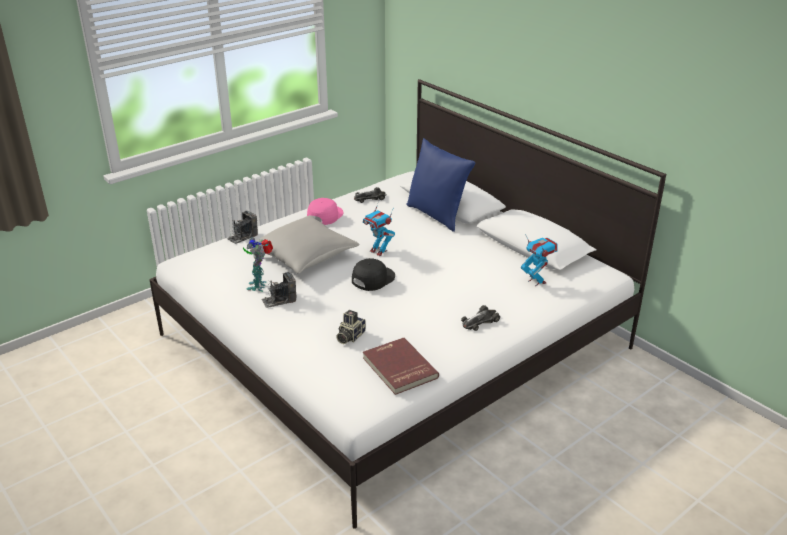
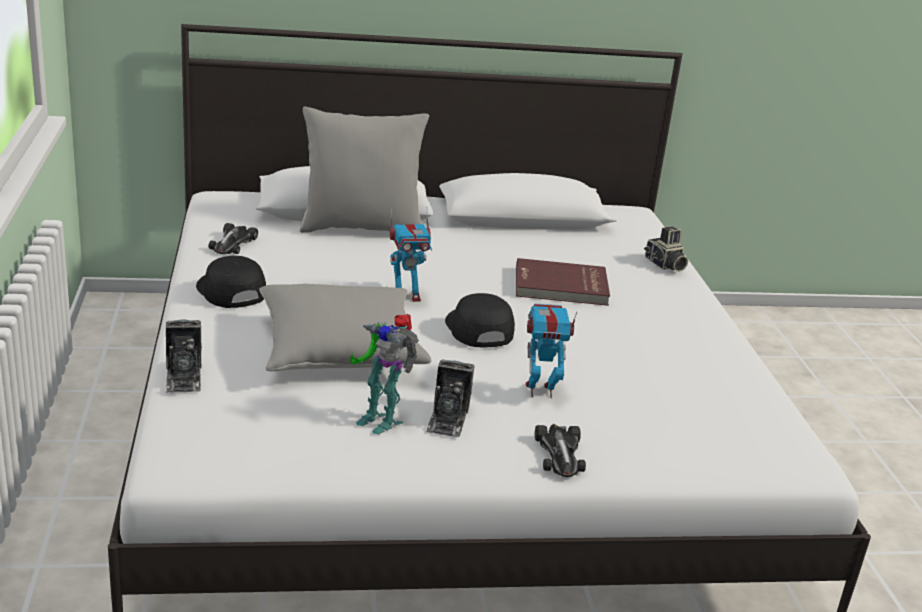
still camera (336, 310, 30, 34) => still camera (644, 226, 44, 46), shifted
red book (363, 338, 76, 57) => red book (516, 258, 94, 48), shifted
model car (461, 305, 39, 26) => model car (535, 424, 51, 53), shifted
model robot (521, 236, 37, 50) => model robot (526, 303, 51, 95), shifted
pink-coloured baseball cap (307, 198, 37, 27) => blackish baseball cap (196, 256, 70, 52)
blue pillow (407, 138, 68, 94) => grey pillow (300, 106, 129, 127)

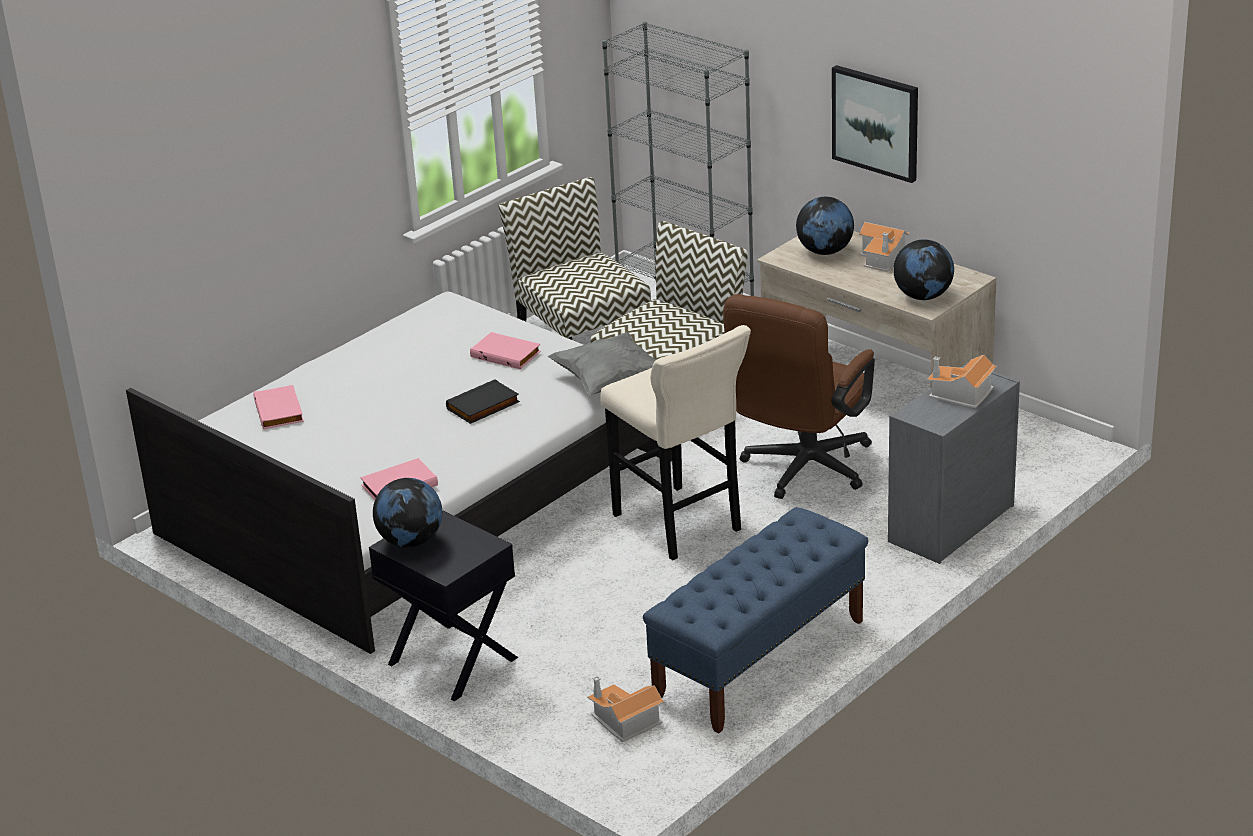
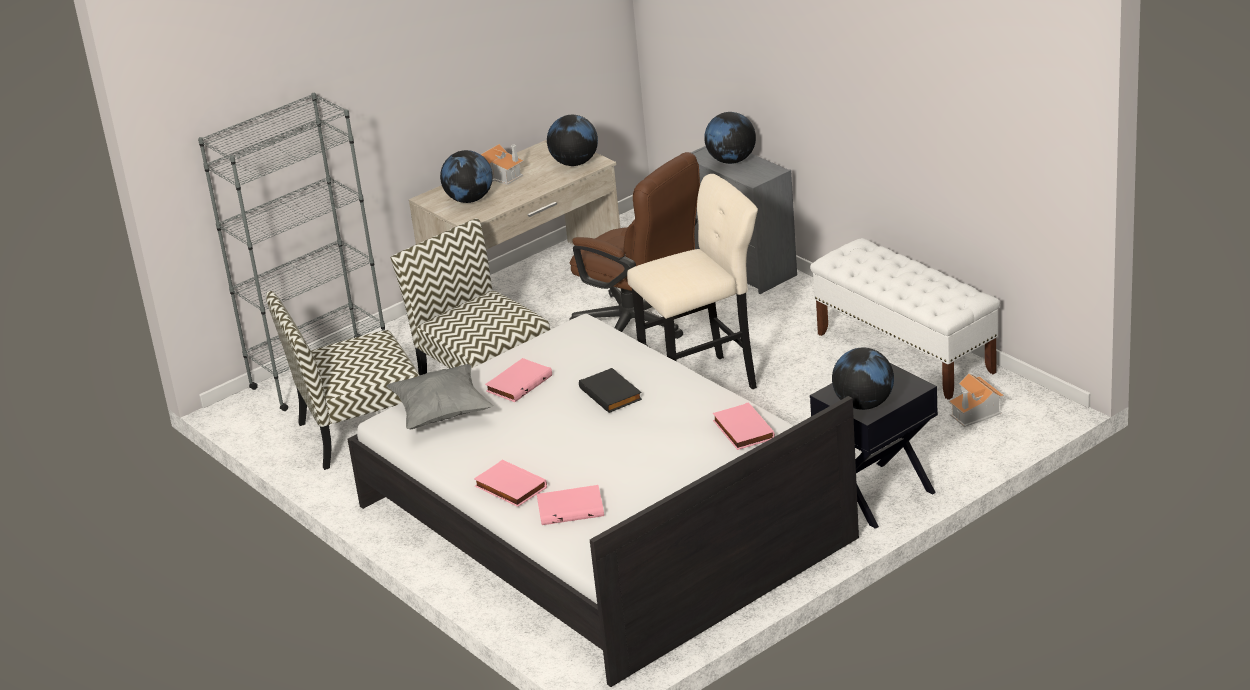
picture (832, 65, 86, 118) => nothing
nothing => pink-coloured book (474, 460, 73, 47)
grey pillow (548, 332, 108, 63) => grey pillow (386, 364, 107, 65), shifted
toy house (927, 355, 70, 53) => globe (704, 112, 52, 52)
blue indoor bench (643, 507, 225, 227) => white-coloured indoor bench (810, 238, 190, 162)

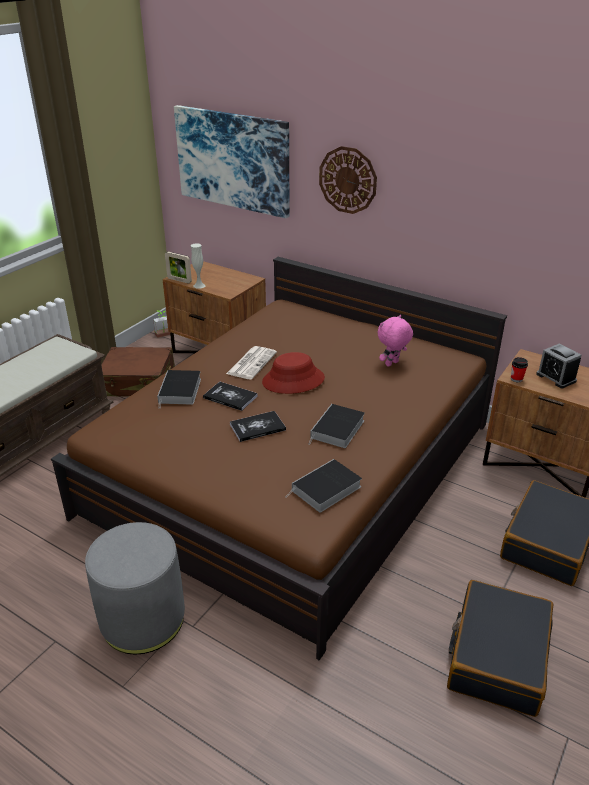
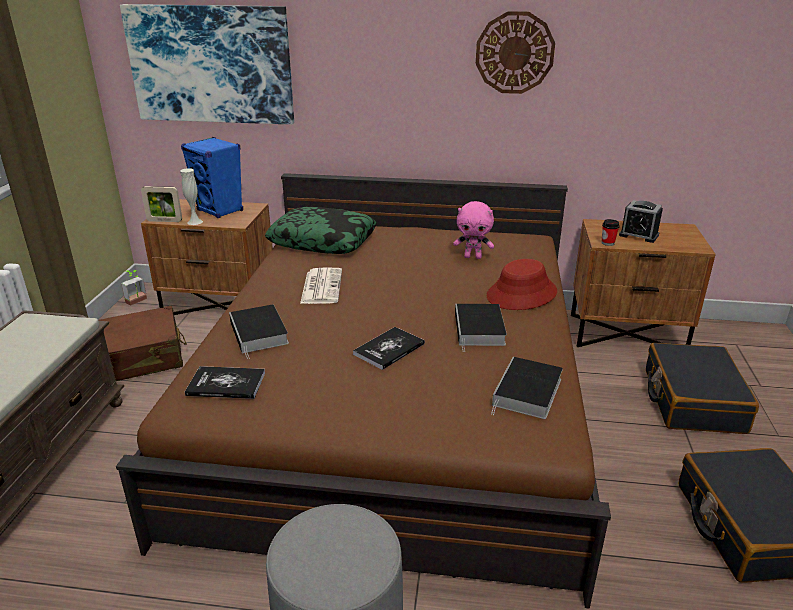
nothing => blue audio speaker (181, 137, 62, 81)
nothing => pillow (265, 207, 112, 47)
book (203, 382, 55, 29) => book (185, 366, 80, 33), shifted
red clothing hat (262, 352, 63, 42) => red clothing hat (487, 259, 70, 51), shifted
clock on the wall (319, 146, 58, 68) => clock on the wall (476, 11, 79, 83), shifted
pink-coloured soft toy (378, 315, 35, 52) => pink-coloured soft toy (453, 201, 41, 58), 105 degrees counterclockwise

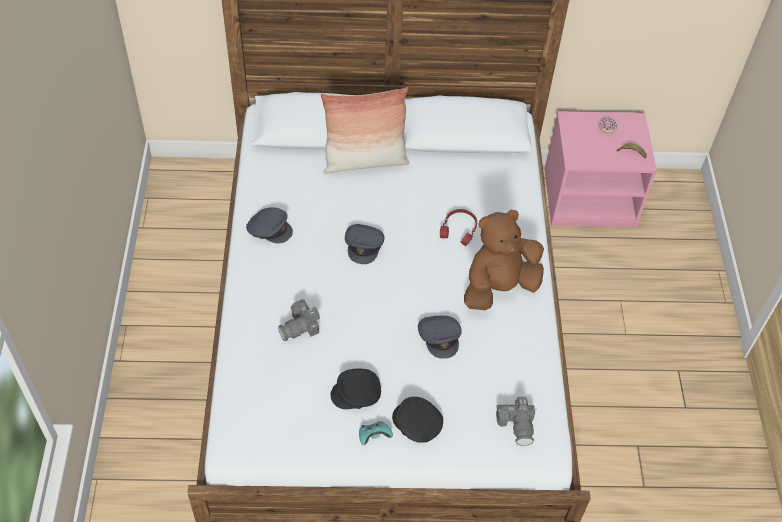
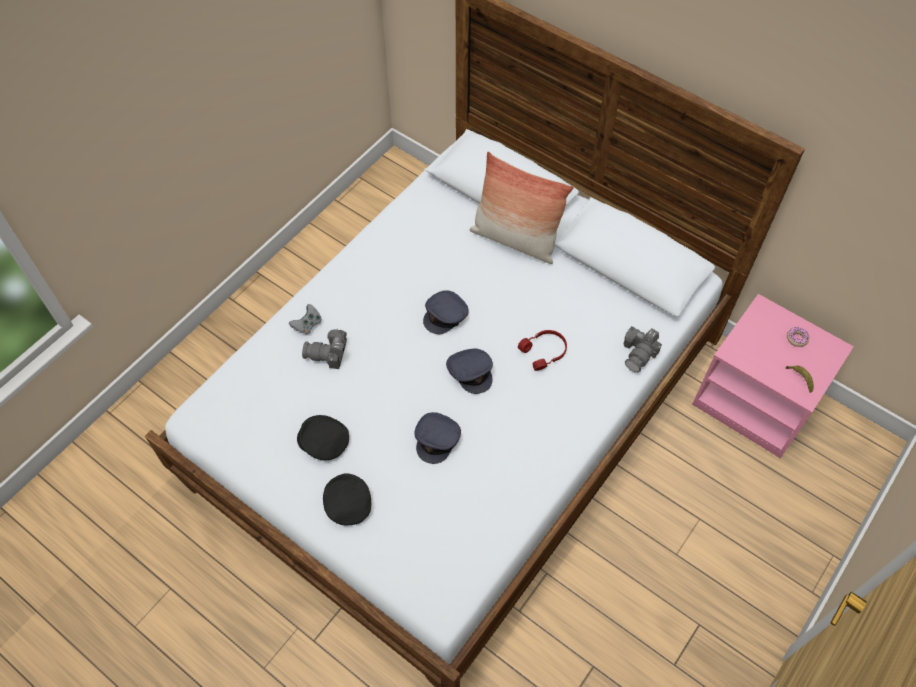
turquoise joypad (359, 421, 34, 24) => nothing
brown-coloured soft toy (464, 210, 80, 100) => nothing
nothing => grey joypad (289, 304, 33, 30)
grey baseball cap (246, 207, 47, 36) => grey baseball cap (446, 348, 47, 46), shifted
still camera (496, 397, 40, 49) => still camera (624, 326, 38, 46), shifted

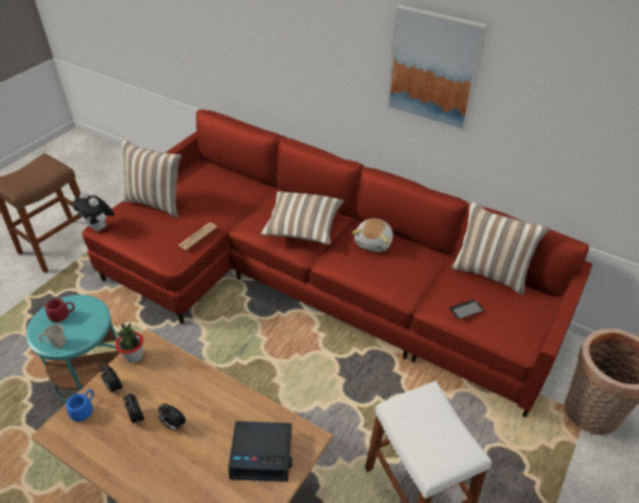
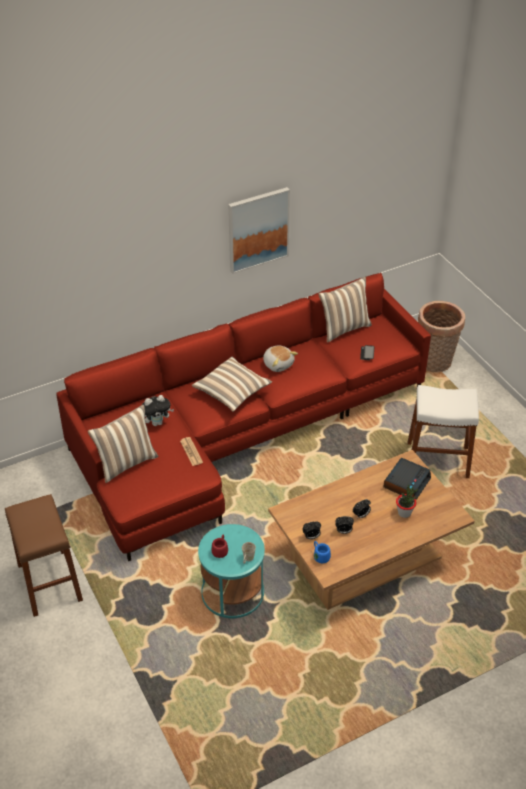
soft toy (73, 191, 41, 40) => soft toy (142, 395, 32, 31), shifted
houseplant (115, 323, 28, 40) => houseplant (396, 484, 22, 34), shifted

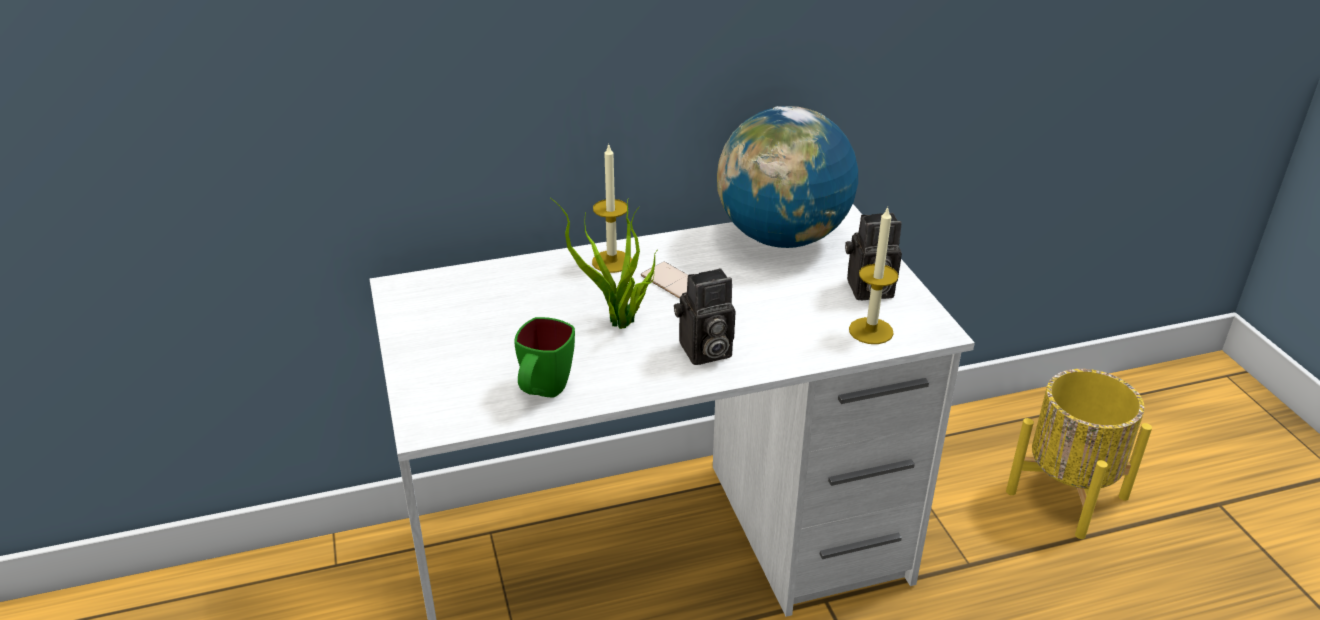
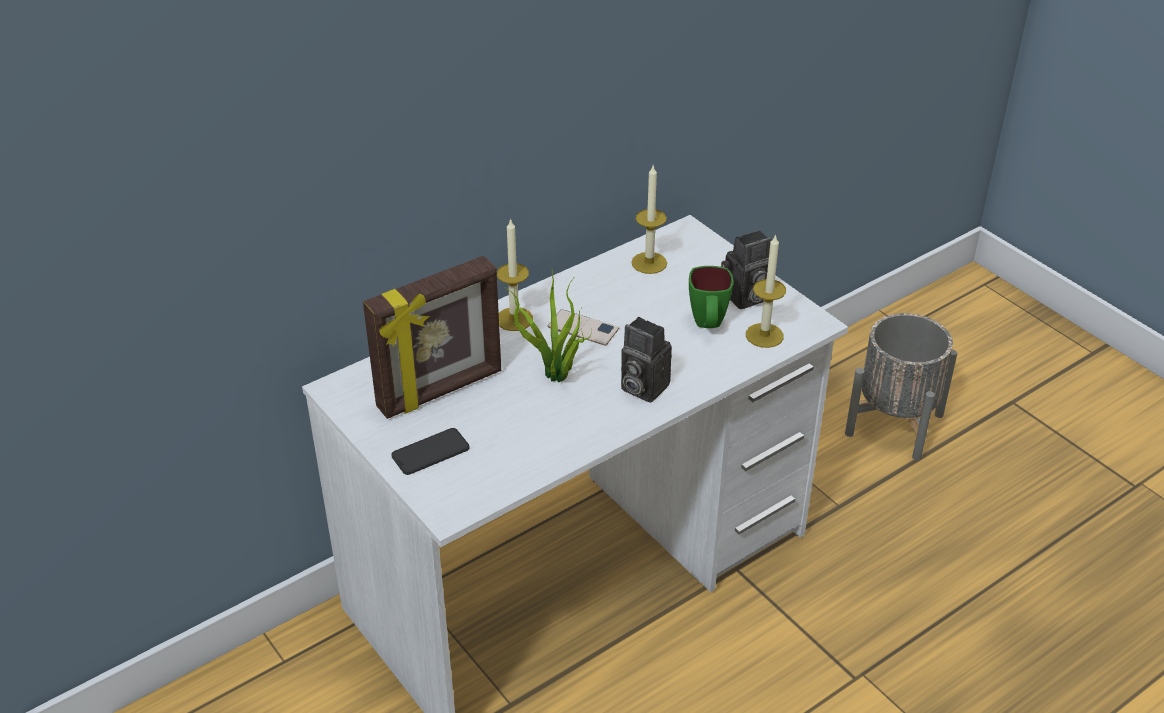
nothing => picture frame (363, 256, 138, 163)
nothing => phone (391, 428, 78, 47)
green coffee mug (514, 317, 61, 80) => green coffee mug (689, 266, 44, 62), shifted
globe (717, 106, 141, 142) => wax light (632, 166, 35, 108)
yellow-coloured planter (1006, 369, 146, 170) => grey planter (845, 313, 112, 147)
still camera (674, 268, 62, 97) => still camera (621, 317, 51, 86), 75 degrees clockwise

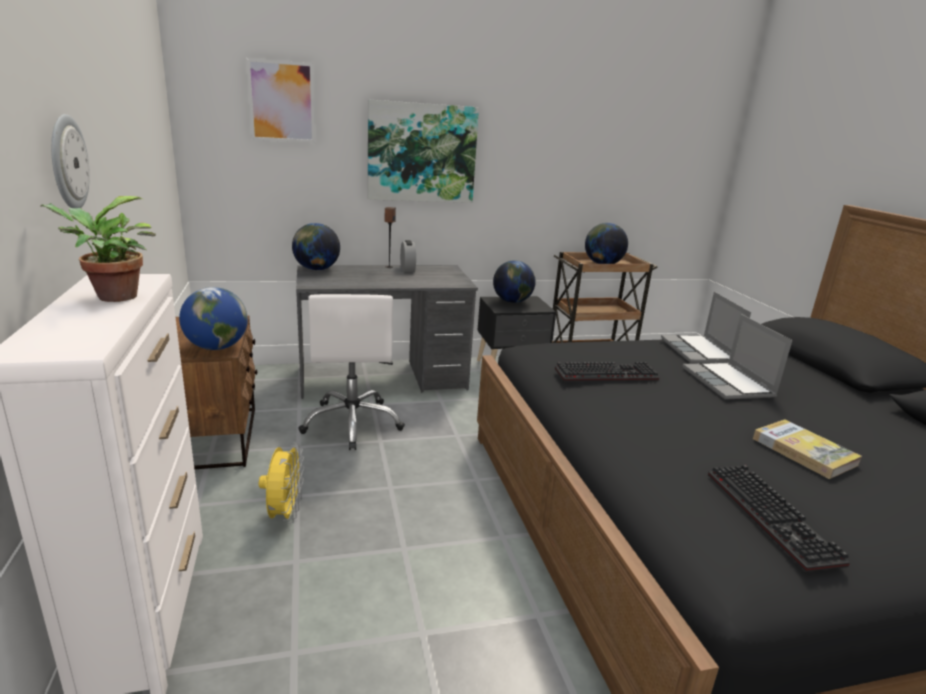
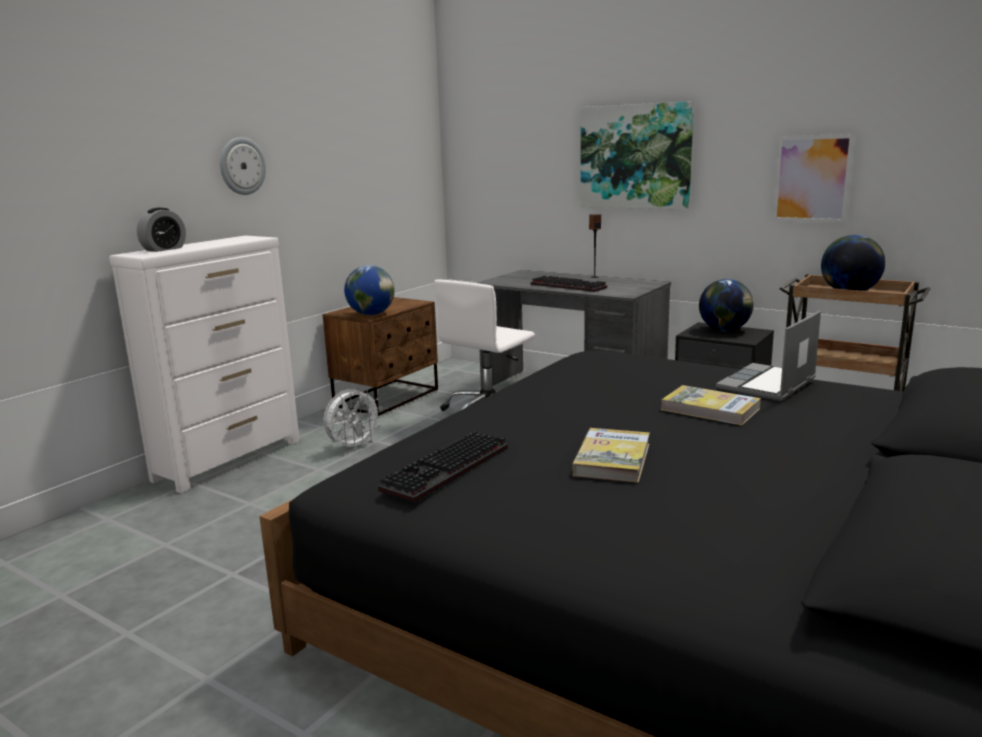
houseplant (40, 196, 116, 106) => nothing
globe (292, 223, 48, 47) => nothing
picture (246, 57, 70, 86) => picture (772, 134, 83, 89), shifted
alarm clock (400, 240, 16, 32) => alarm clock (137, 208, 49, 44), shifted
PC keyboard (555, 362, 104, 20) => PC keyboard (531, 275, 76, 17), shifted
portable computer (683, 314, 109, 86) => book (661, 385, 100, 40)
yellow-coloured fan (259, 443, 46, 81) => white-coloured fan (323, 388, 60, 63)

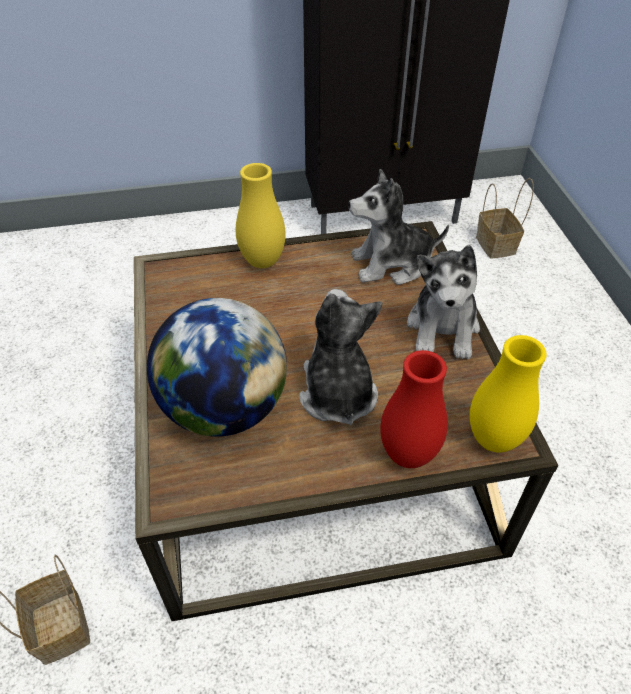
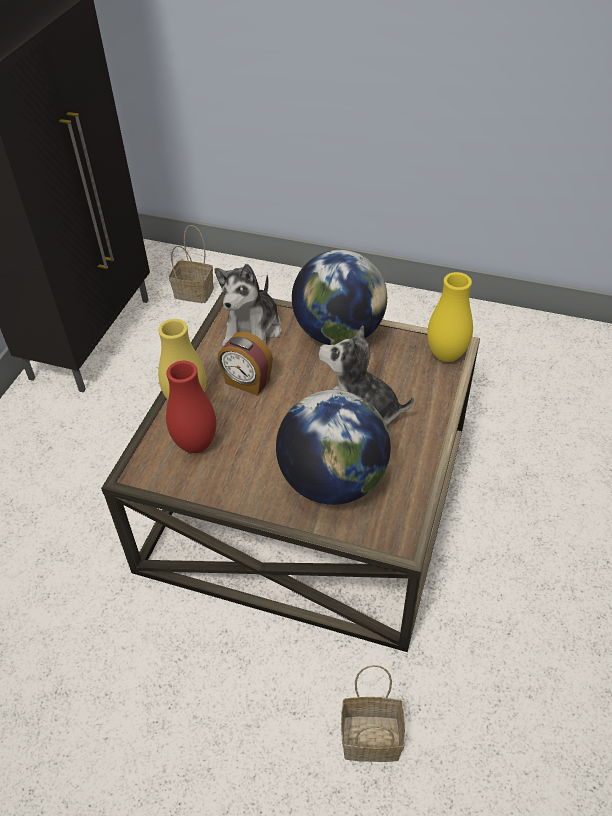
nothing => alarm clock (217, 331, 56, 65)
red vase (380, 350, 68, 118) => red vase (166, 361, 50, 92), shifted
soft toy (407, 245, 73, 114) => globe (292, 250, 95, 95)

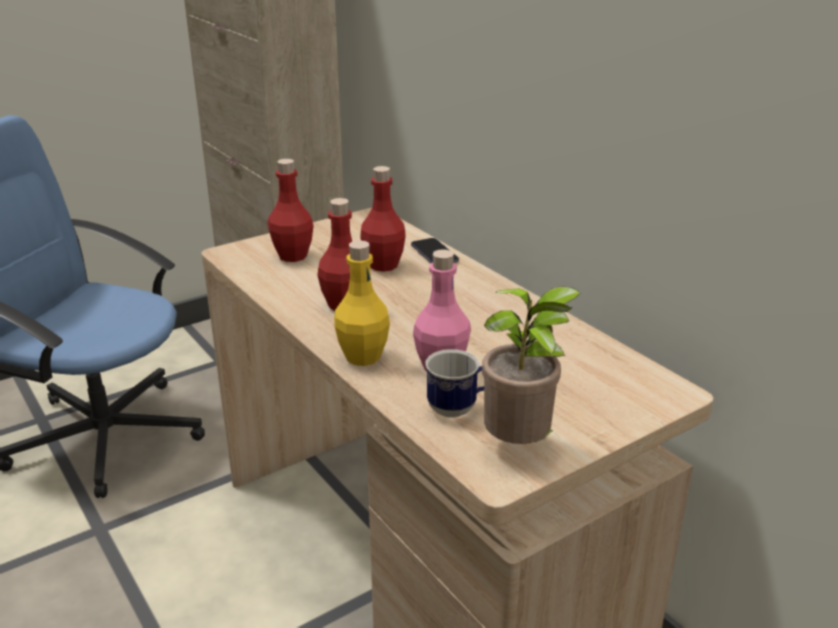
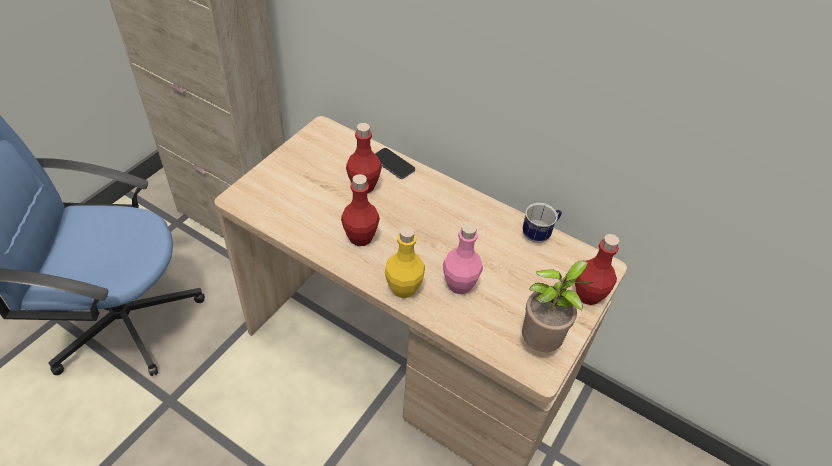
red beverage bottle (268, 159, 46, 103) => red beverage bottle (575, 234, 44, 71), shifted
coffee mug (426, 349, 58, 69) => coffee mug (522, 203, 40, 40), shifted

